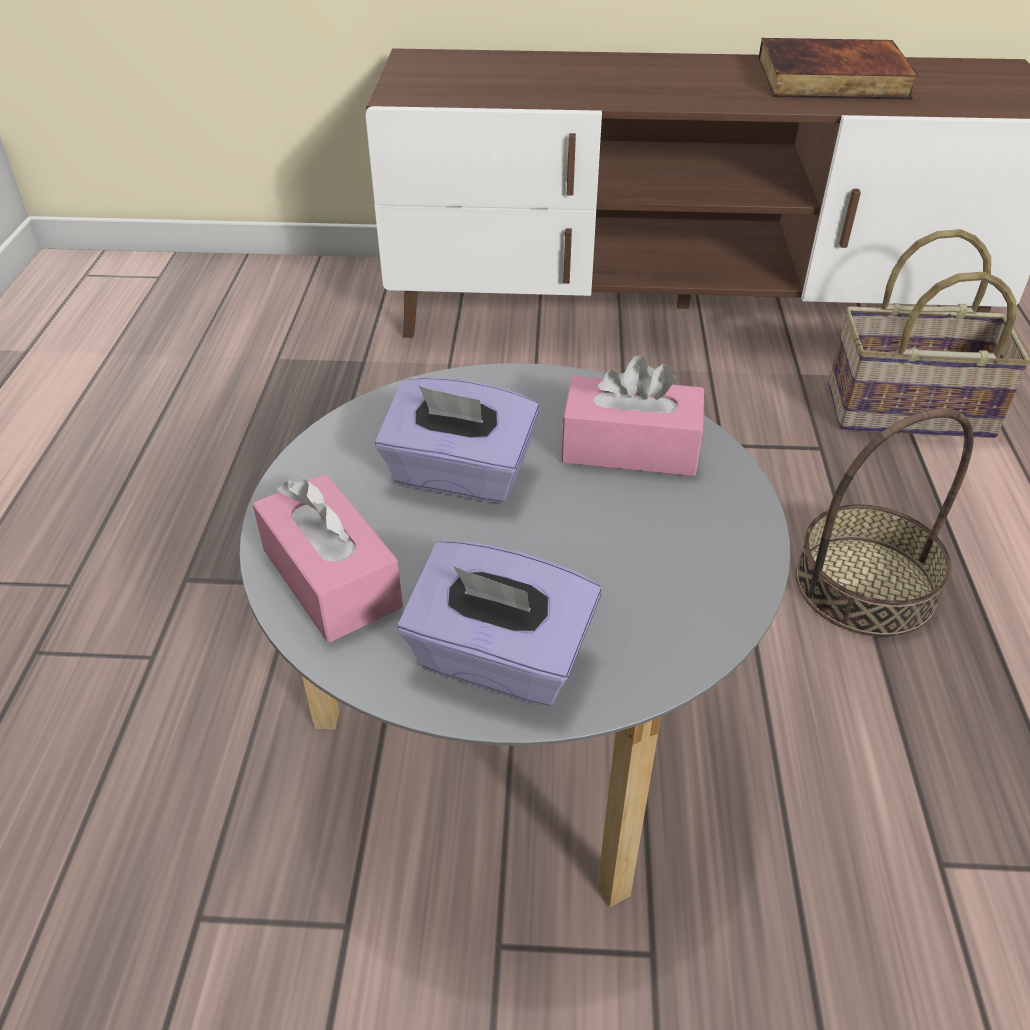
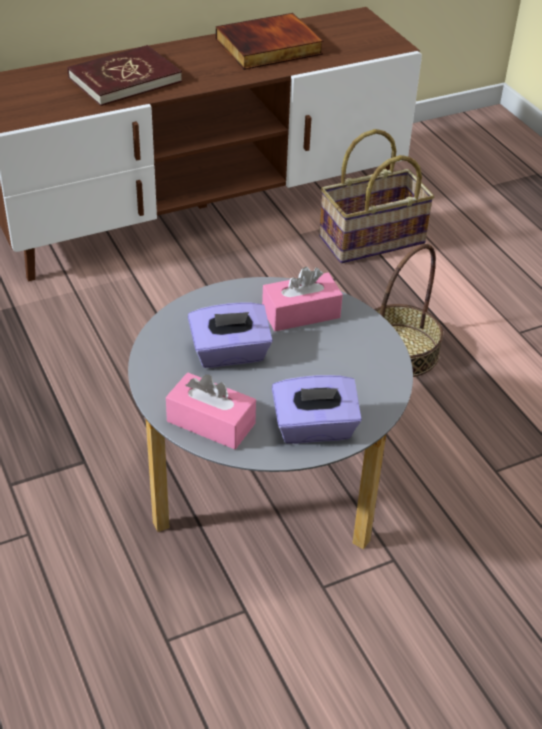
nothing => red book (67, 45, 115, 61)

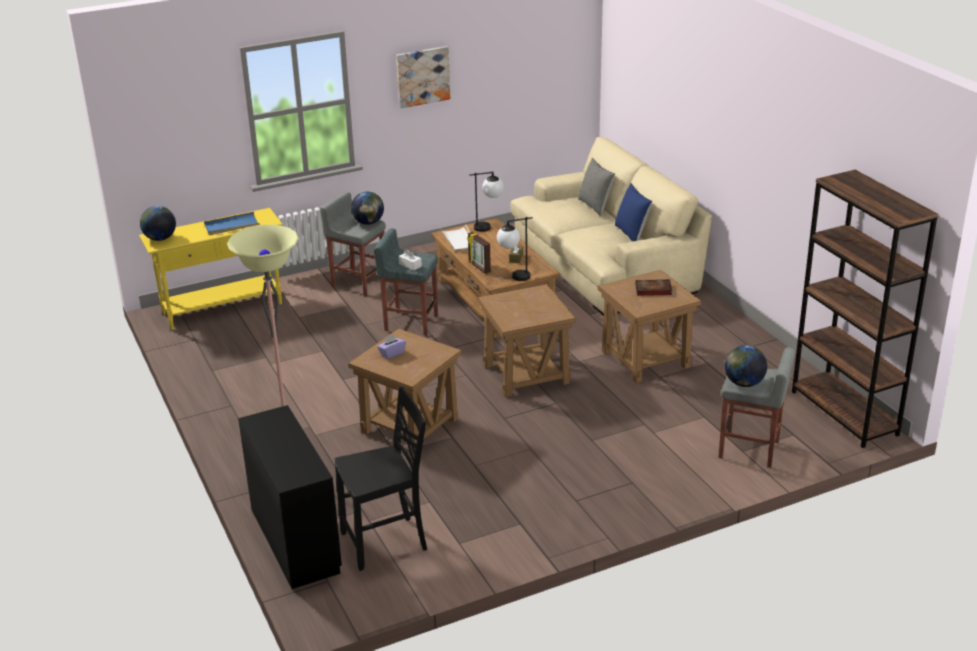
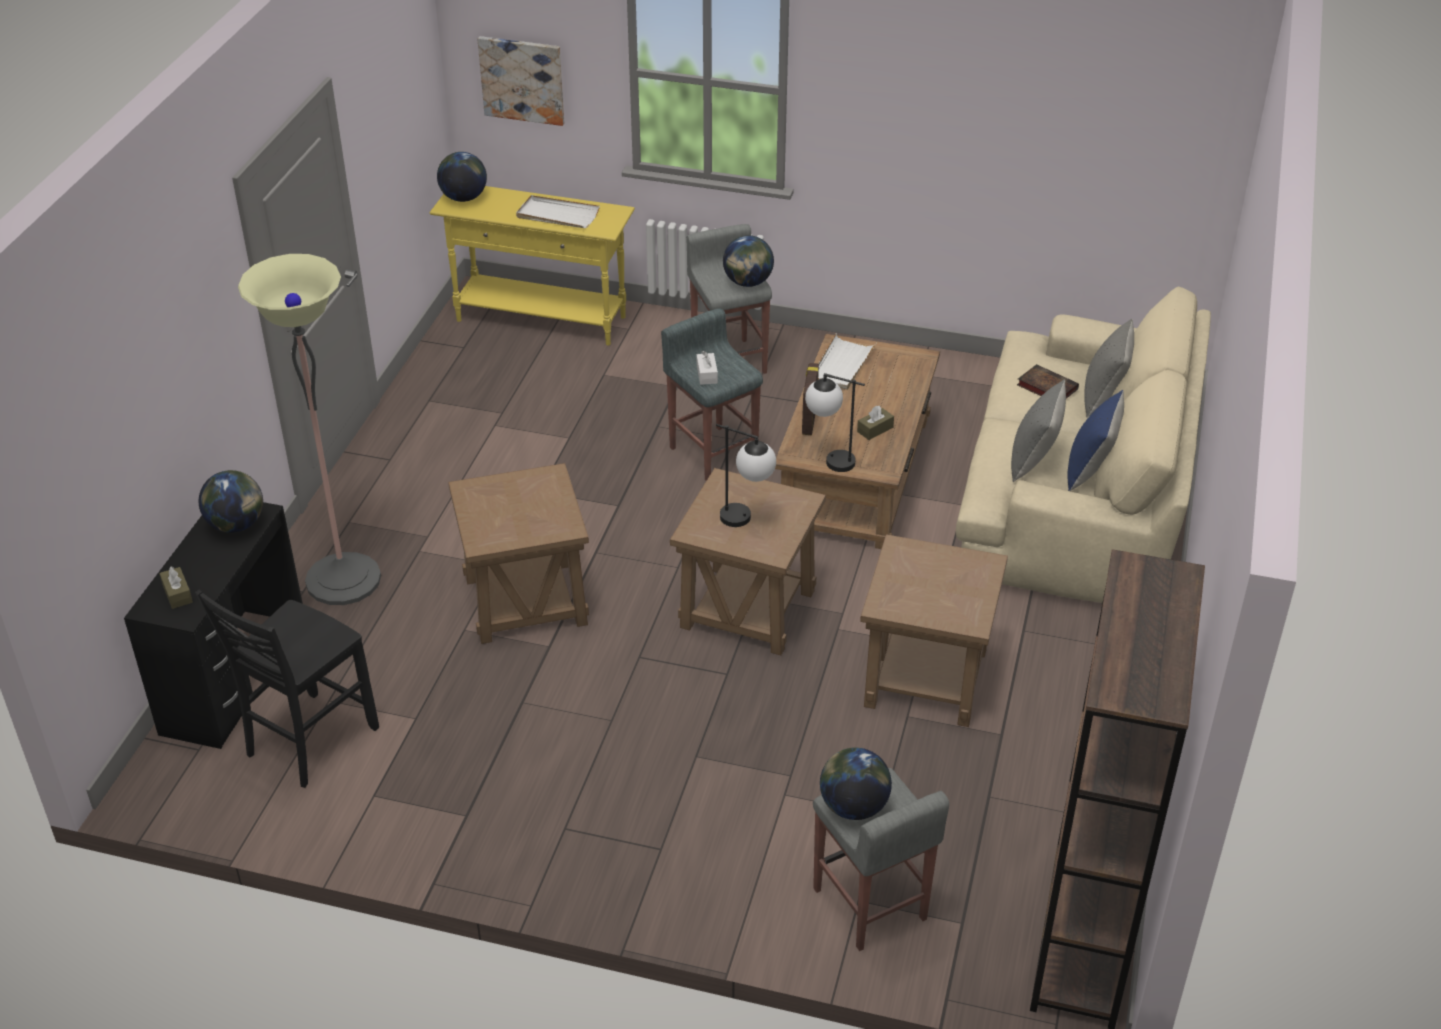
purplish tissue holder (377, 334, 29, 25) => nothing
nothing => brown-coloured tissue holder (159, 566, 34, 43)
nothing => globe (199, 470, 64, 63)
nothing => grey pillow (1011, 380, 55, 102)
picture (396, 46, 54, 62) => picture (478, 36, 86, 90), shifted
lamp for a table (469, 172, 35, 60) => lamp for a table (716, 424, 60, 103), shifted
book (635, 279, 37, 17) => book (1017, 364, 62, 35), shifted
blue tray (204, 212, 56, 23) => white-coloured tray (516, 195, 84, 33)
blackish chair (335, 386, 92, 185) => blackish chair (195, 590, 184, 198), 105 degrees clockwise

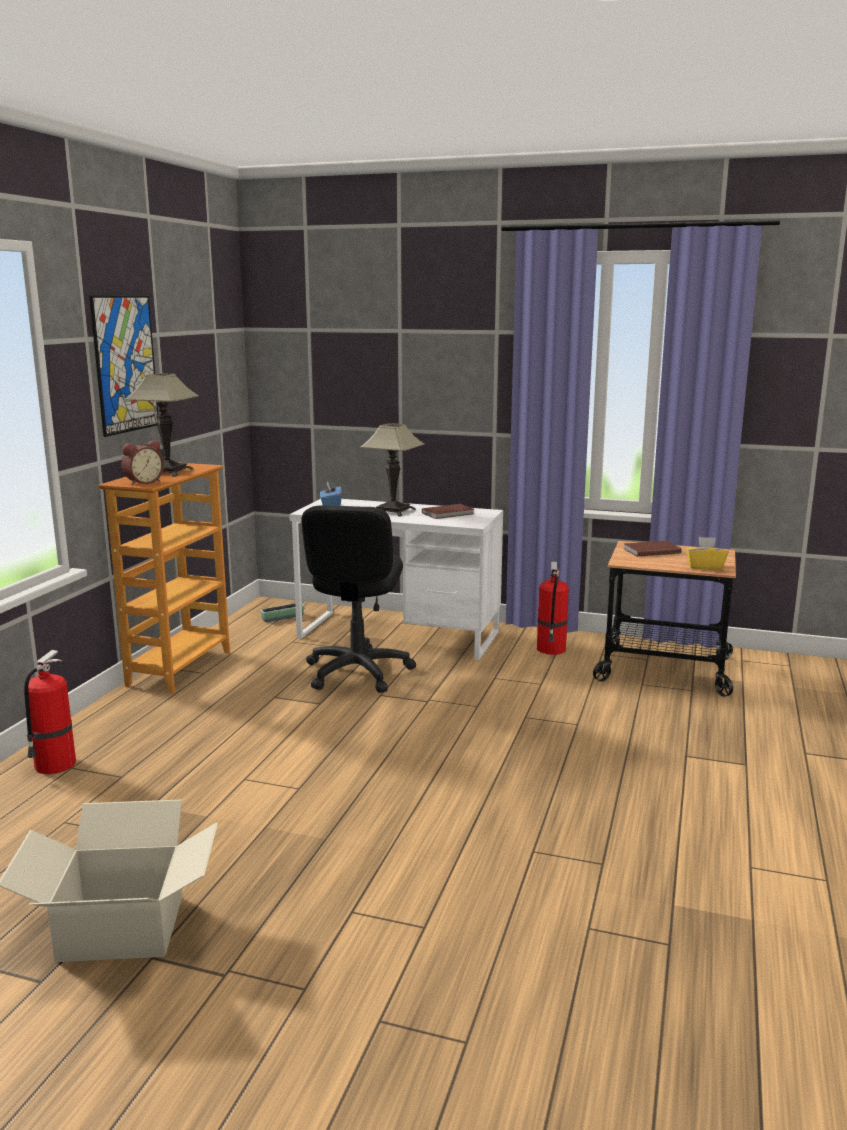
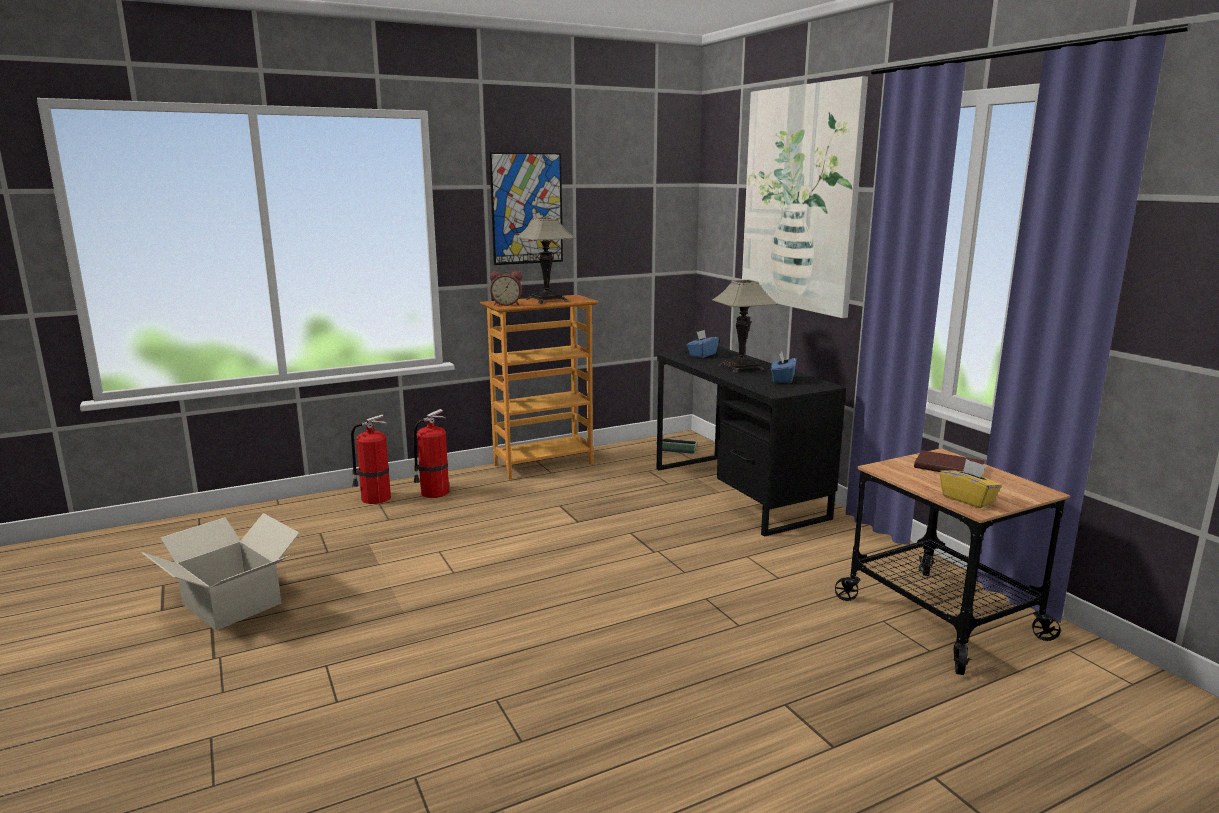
blackish computer chair (301, 506, 115, 187) => nothing
nothing => picture (742, 76, 126, 242)
extinguisher (537, 562, 32, 93) => extinguisher (414, 409, 35, 89), shifted
brown-coloured book (422, 504, 52, 15) => blue tissue holder (771, 352, 25, 32)
white-coloured desk (289, 499, 214, 161) => blackish desk (657, 347, 189, 190)

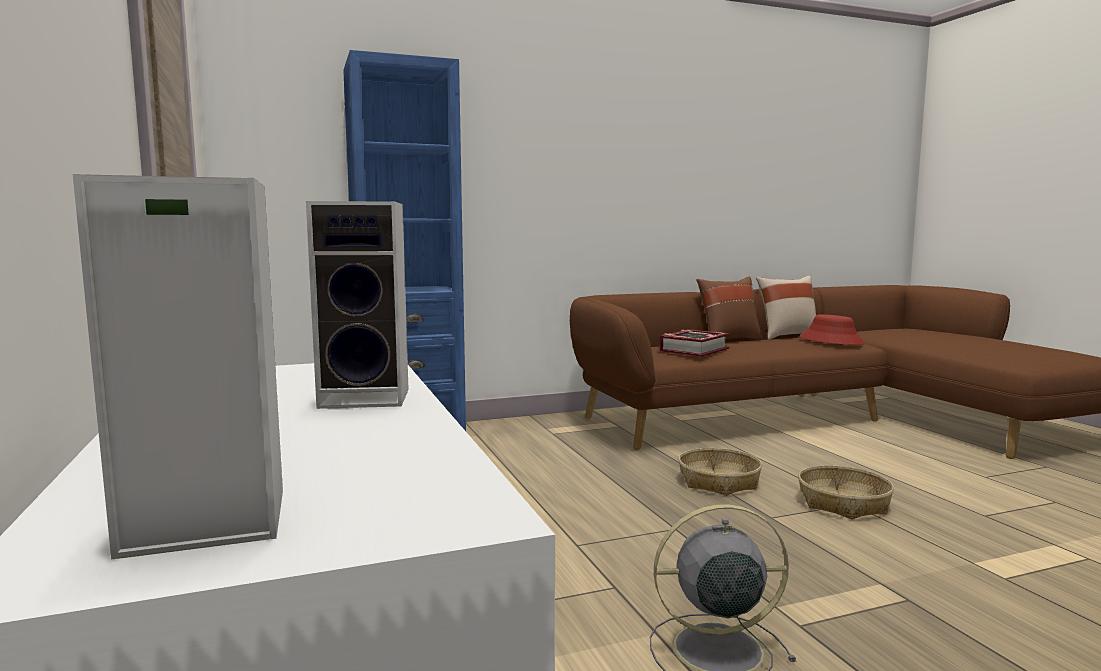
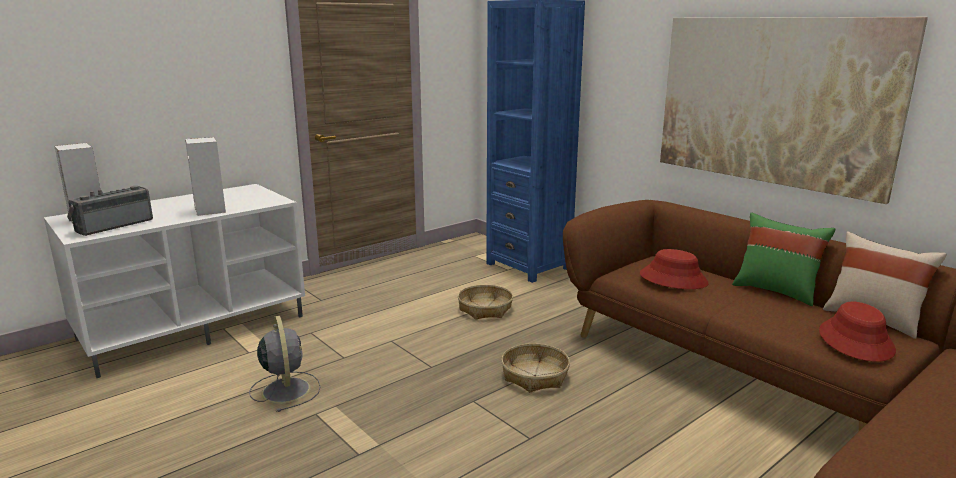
nothing => radio (67, 186, 86, 50)
nothing => picture (660, 17, 268, 187)
household basket (798, 465, 96, 54) => household basket (458, 285, 55, 34), shifted
book (659, 329, 71, 27) => red clothing hat (640, 249, 69, 40)
brown-coloured pillow (696, 277, 66, 63) => green pillow (732, 212, 103, 94)

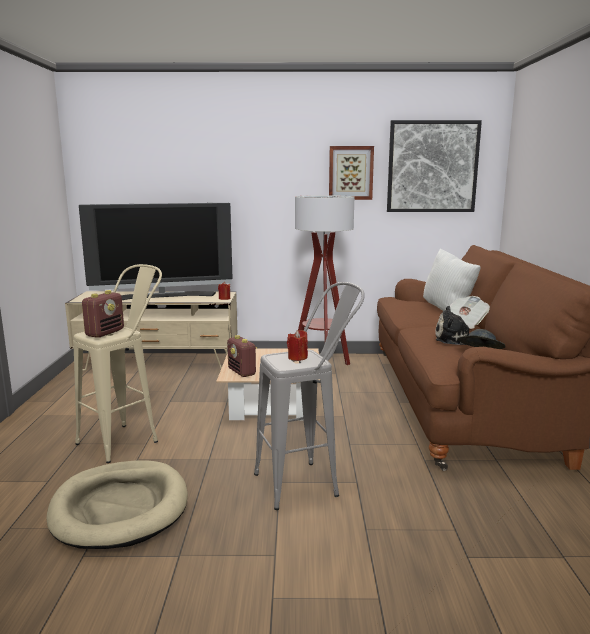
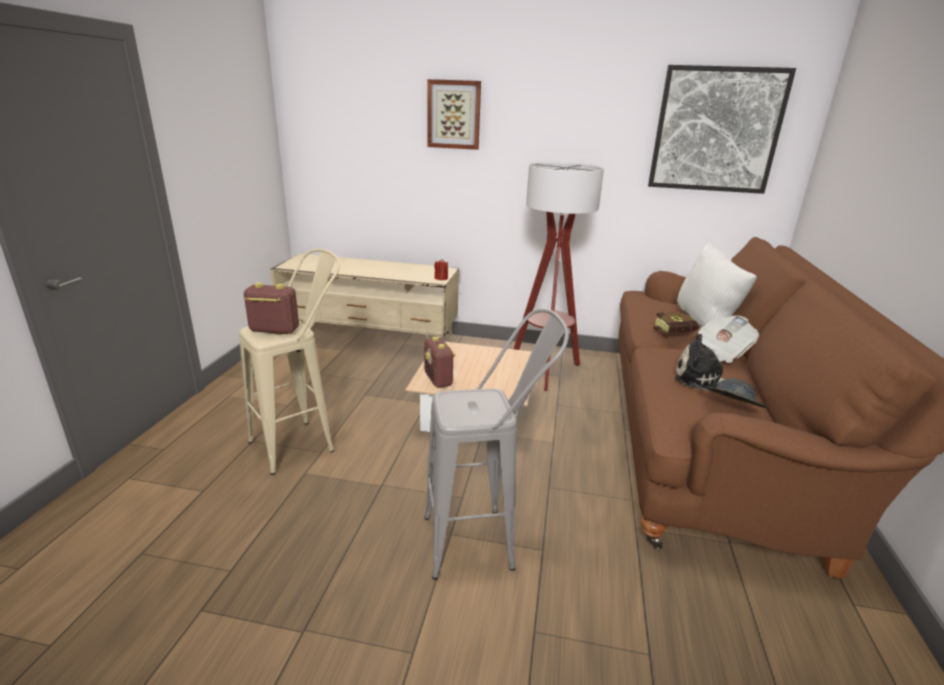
beige-coloured dog cushion (47, 461, 141, 88) => nothing
TV (79, 203, 154, 97) => nothing
red wax light (287, 330, 21, 31) => nothing
nothing => book (654, 310, 44, 24)
picture (329, 146, 45, 54) => picture (427, 79, 54, 71), shifted
radio (82, 290, 42, 48) => radio (244, 282, 55, 52), 120 degrees counterclockwise

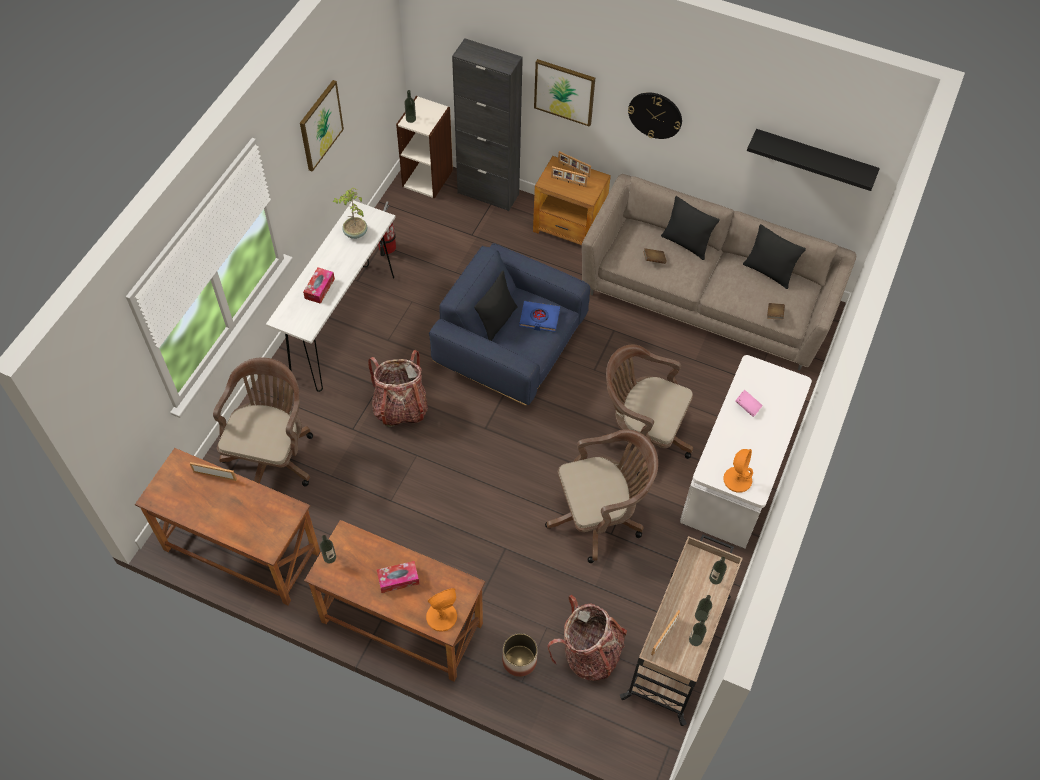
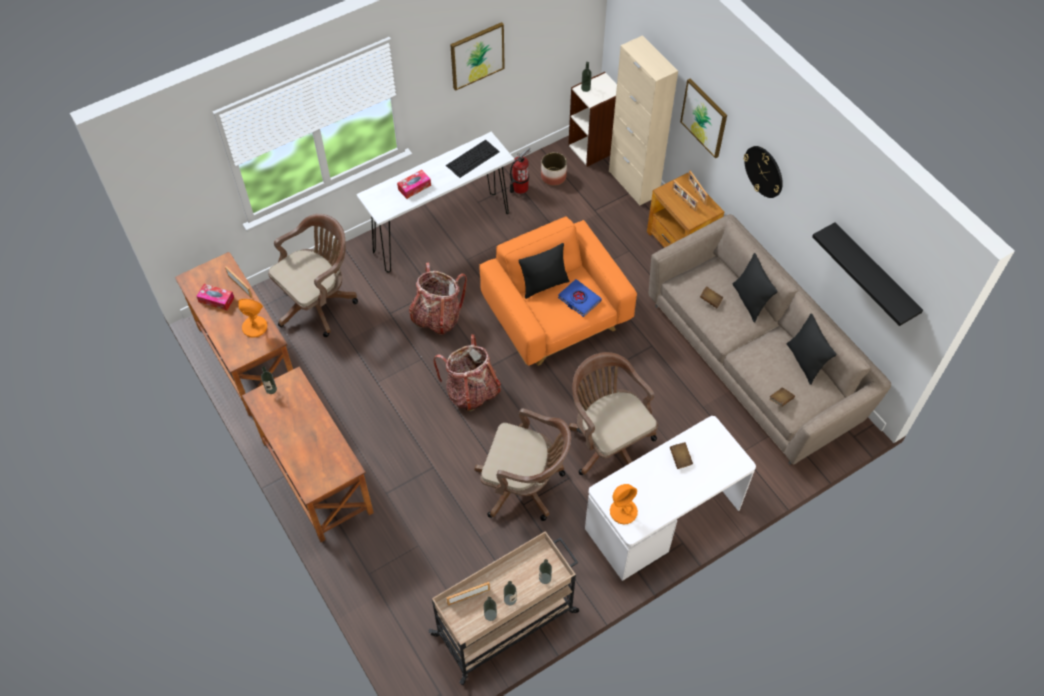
tissue holder (377, 561, 42, 32) => tissue holder (196, 284, 38, 27), shifted
orange lamp for a table (426, 588, 31, 44) => orange lamp for a table (238, 299, 29, 39), shifted
planter (502, 633, 36, 44) => planter (541, 152, 26, 34), shifted
knapsack (547, 595, 80, 86) => knapsack (433, 334, 68, 77), shifted
houseplant (333, 187, 34, 52) => PC keyboard (446, 140, 54, 38)
blue armchair (429, 243, 161, 162) => orange armchair (479, 216, 158, 150)
blackish cabinet (452, 38, 71, 173) => beige-coloured cabinet (609, 35, 69, 171)
pink-coloured book (735, 390, 28, 27) => brown-coloured book (670, 442, 23, 27)

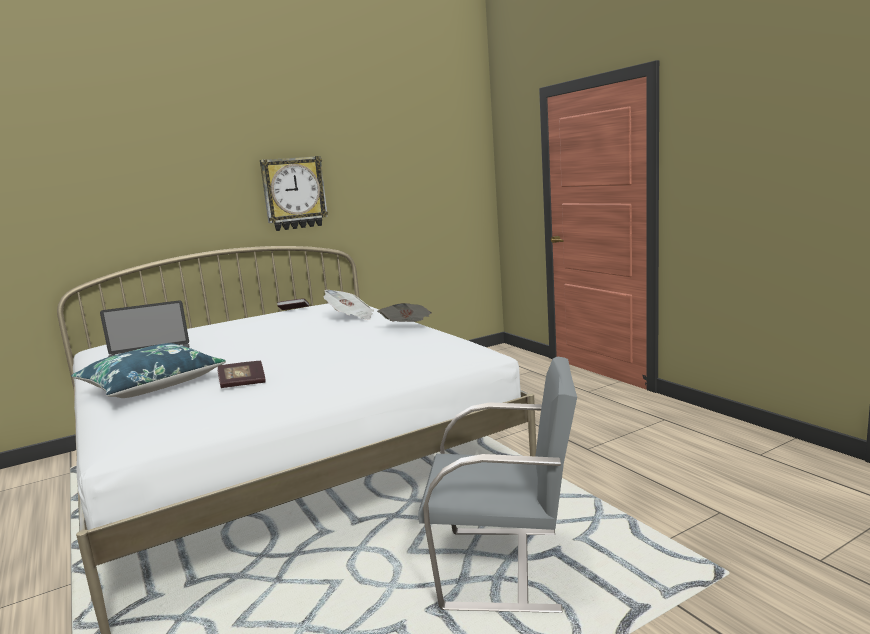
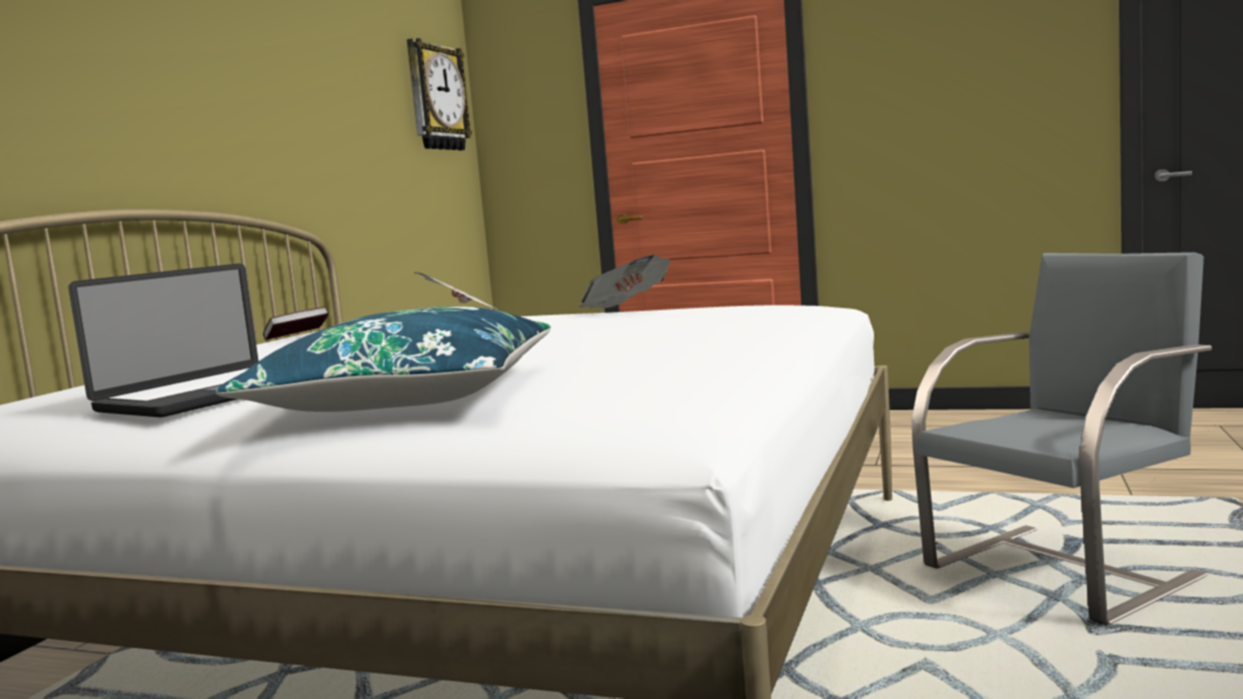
book (217, 361, 49, 27) => nothing
clock on the wall (260, 156, 68, 75) => clock on the wall (407, 38, 65, 113), shifted

